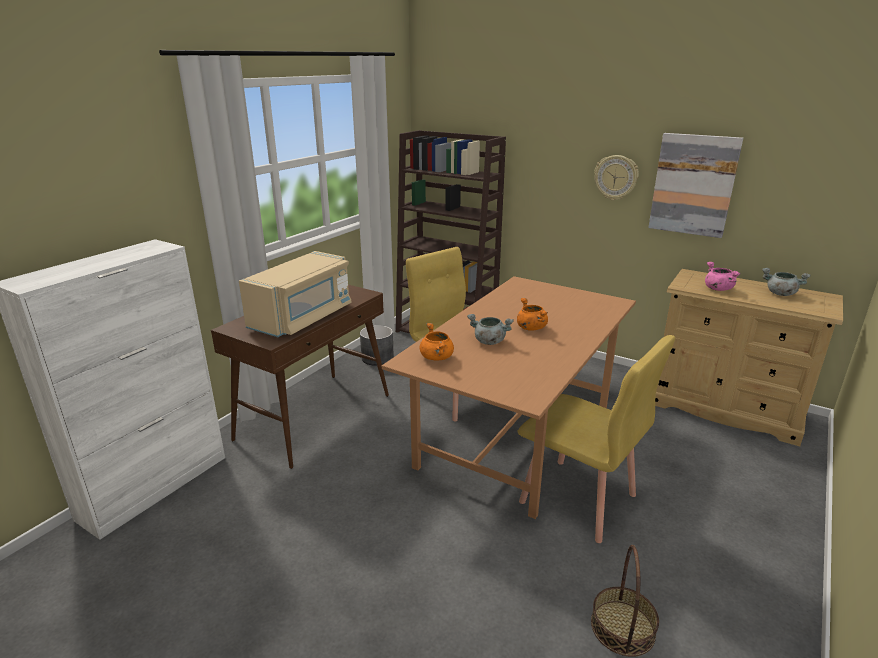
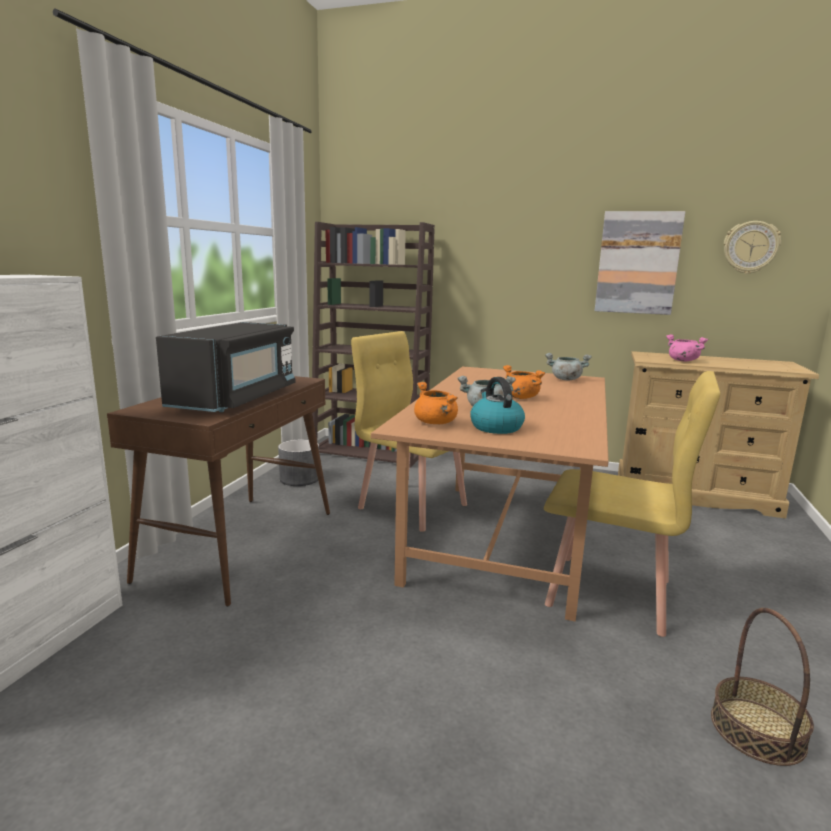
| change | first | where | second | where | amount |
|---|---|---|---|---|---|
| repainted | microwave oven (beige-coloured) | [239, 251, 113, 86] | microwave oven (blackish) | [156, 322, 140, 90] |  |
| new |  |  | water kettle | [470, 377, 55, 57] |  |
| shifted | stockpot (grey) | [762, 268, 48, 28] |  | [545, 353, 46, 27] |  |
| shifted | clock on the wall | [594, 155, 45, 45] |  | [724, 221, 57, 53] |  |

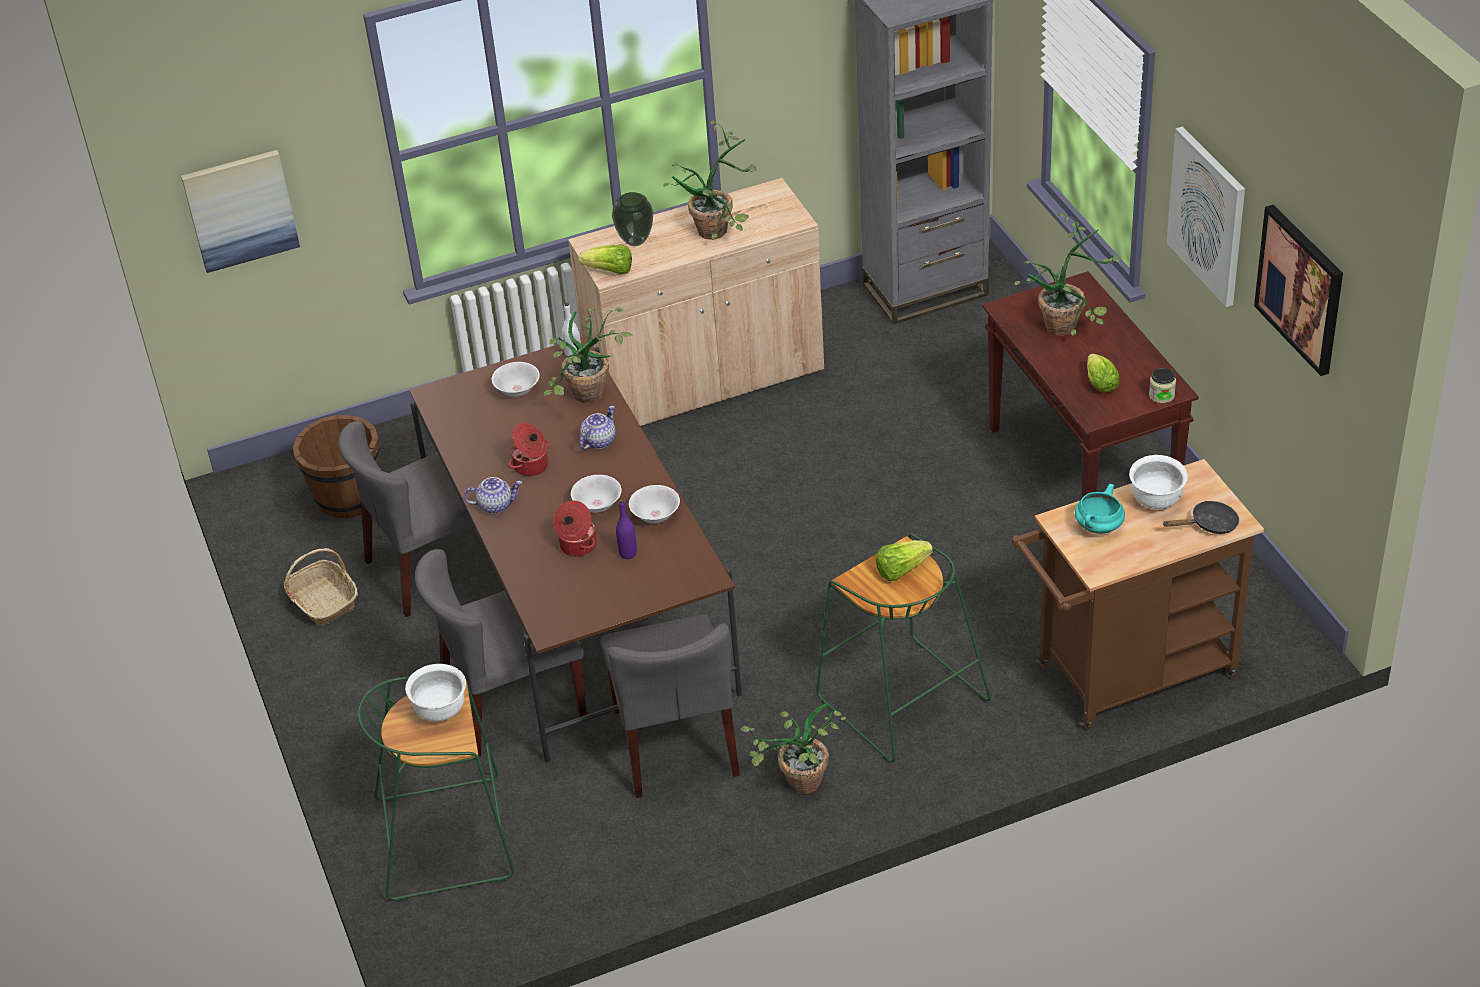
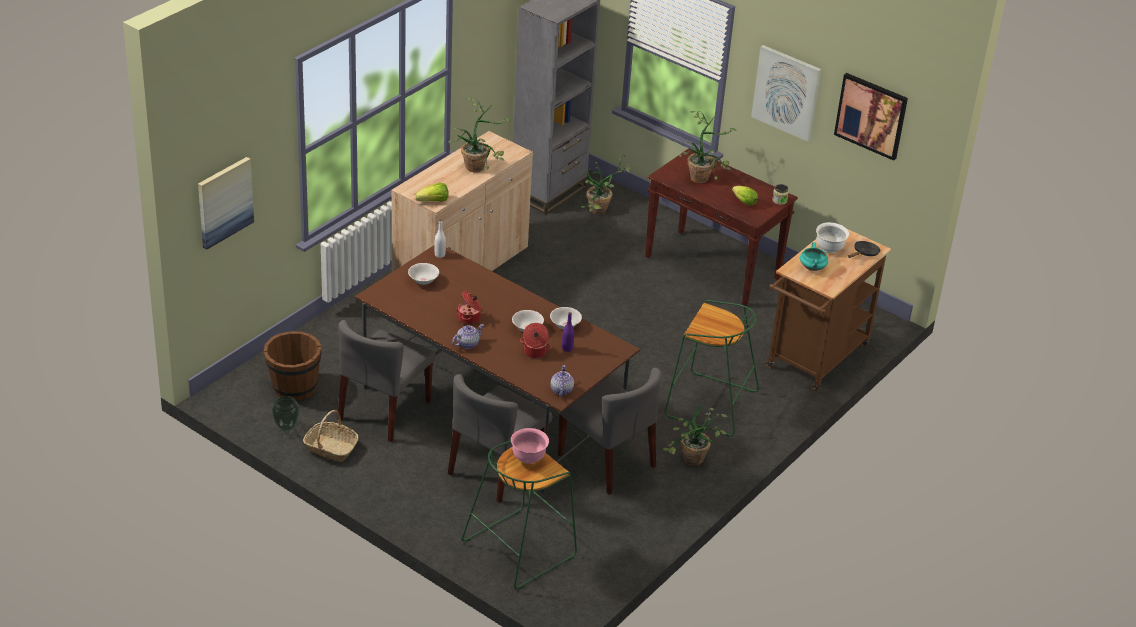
| change | first | where | second | where | amount |
|---|---|---|---|---|---|
| shifted | flower vase | [612, 192, 41, 54] |  | [271, 396, 29, 36] |  |
| repainted | deep dish (white-coloured) | [405, 664, 61, 57] | deep dish (pink) | [511, 428, 38, 36] |  |
| shifted | tea pot | [579, 406, 37, 44] |  | [551, 365, 23, 32] |  |
| shifted | houseplant | [544, 307, 88, 96] |  | [581, 155, 52, 60] |  |
| gone | lettuce head | [876, 540, 57, 41] |  |  |  |

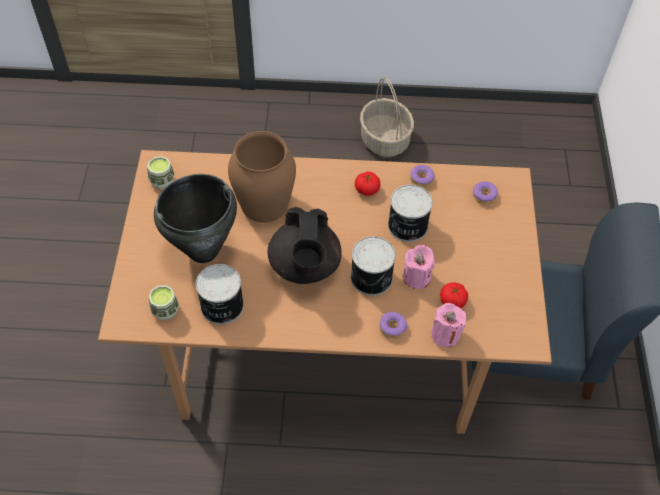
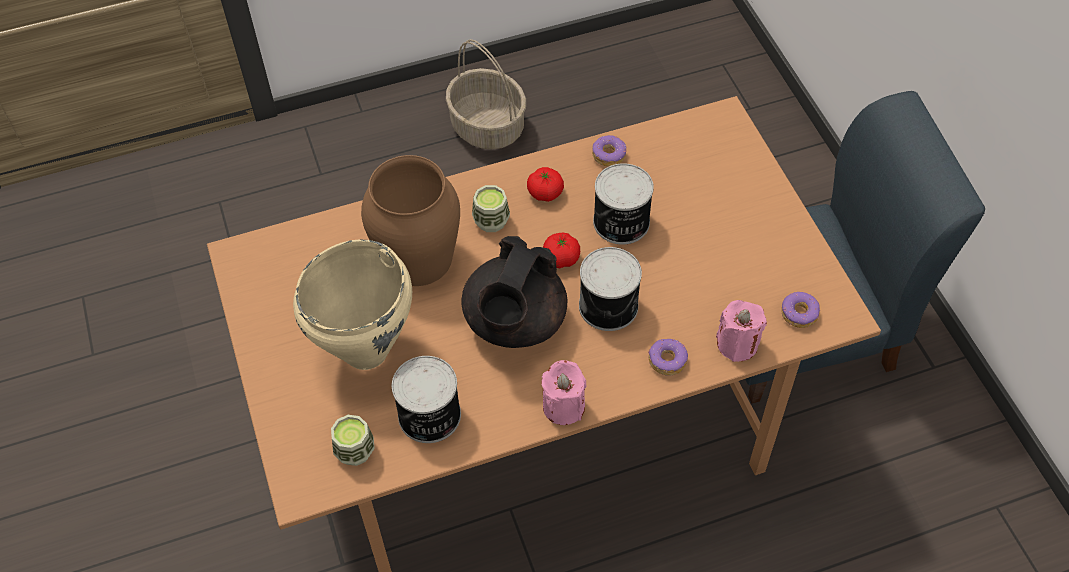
| change | first | where | second | where | amount |
|---|---|---|---|---|---|
| repainted | stockpot (blackish) | [154, 174, 83, 89] | stockpot (beige-coloured) | [293, 240, 119, 130] |  |
| rotated | tea pot (blackish) | [268, 207, 74, 77] |  | [462, 236, 105, 112] | 45 degrees clockwise |
| shifted | drinking cup | [147, 156, 28, 34] |  | [472, 185, 38, 47] |  |
| shifted | wax light (pink) | [403, 245, 32, 44] |  | [542, 360, 45, 65] |  |
| shifted | whole tomato | [440, 282, 28, 26] |  | [543, 233, 37, 35] |  |
| shifted | doughnut | [473, 181, 25, 23] |  | [781, 292, 40, 36] |  |

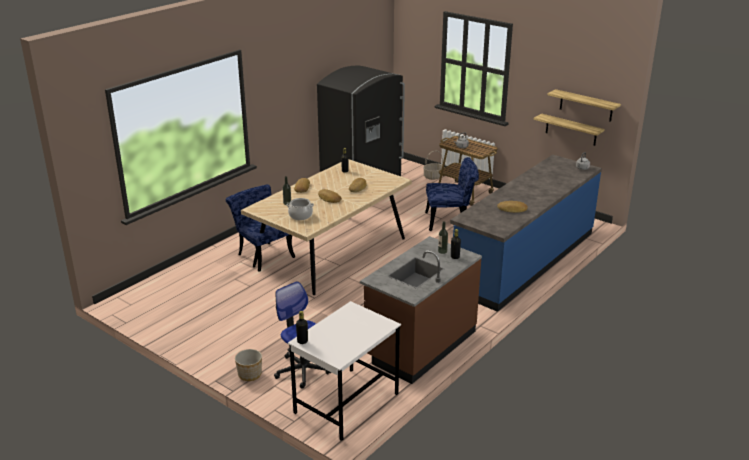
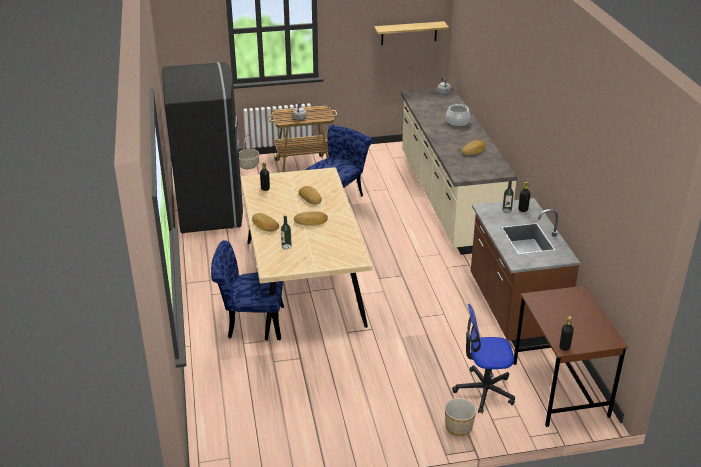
| change | first | where | second | where | amount |
|---|---|---|---|---|---|
| repainted | kitchen base unit (blue) | [450, 155, 152, 157] | kitchen base unit (beige-coloured) | [401, 87, 116, 168] |  |
| shifted | stockpot | [287, 198, 27, 22] |  | [446, 104, 24, 22] |  |
| repainted | desk (white-coloured) | [288, 301, 113, 140] | desk (brown-coloured) | [513, 286, 115, 141] |  |
| gone | wall shelf | [533, 114, 72, 32] |  |  |  |

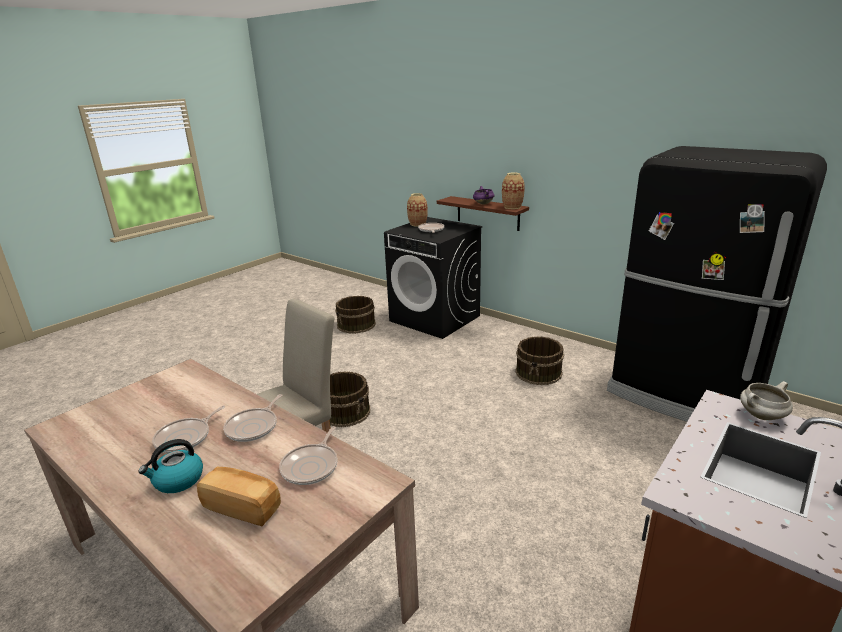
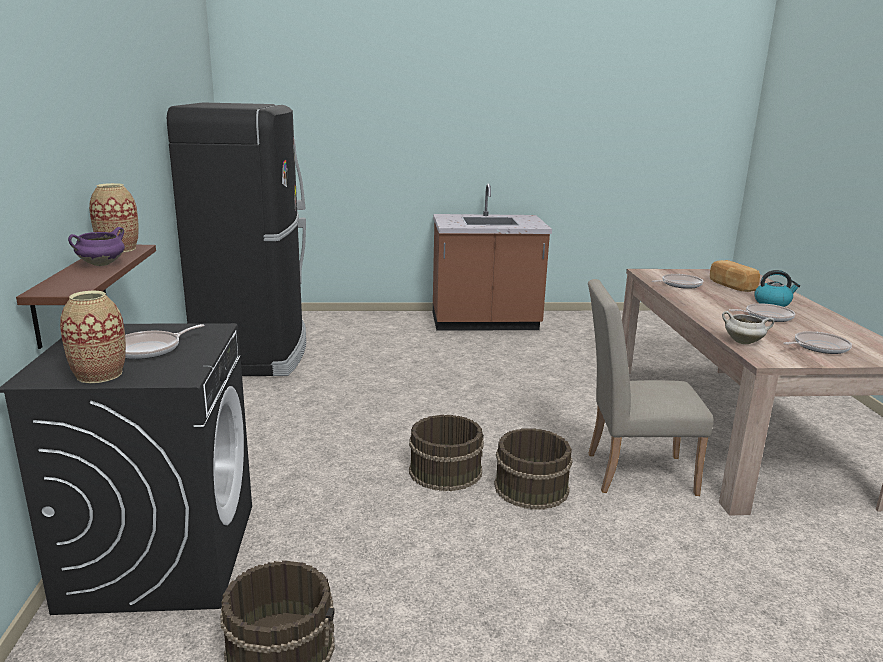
| change | first | where | second | where | amount |
|---|---|---|---|---|---|
| shifted | bucket (brown-coloured) | [515, 336, 49, 49] |  | [409, 415, 75, 76] |  |
| shifted | stockpot (white-coloured) | [740, 381, 53, 39] |  | [722, 311, 52, 33] |  |
| shifted | pan | [223, 394, 59, 48] |  | [783, 331, 69, 23] |  |

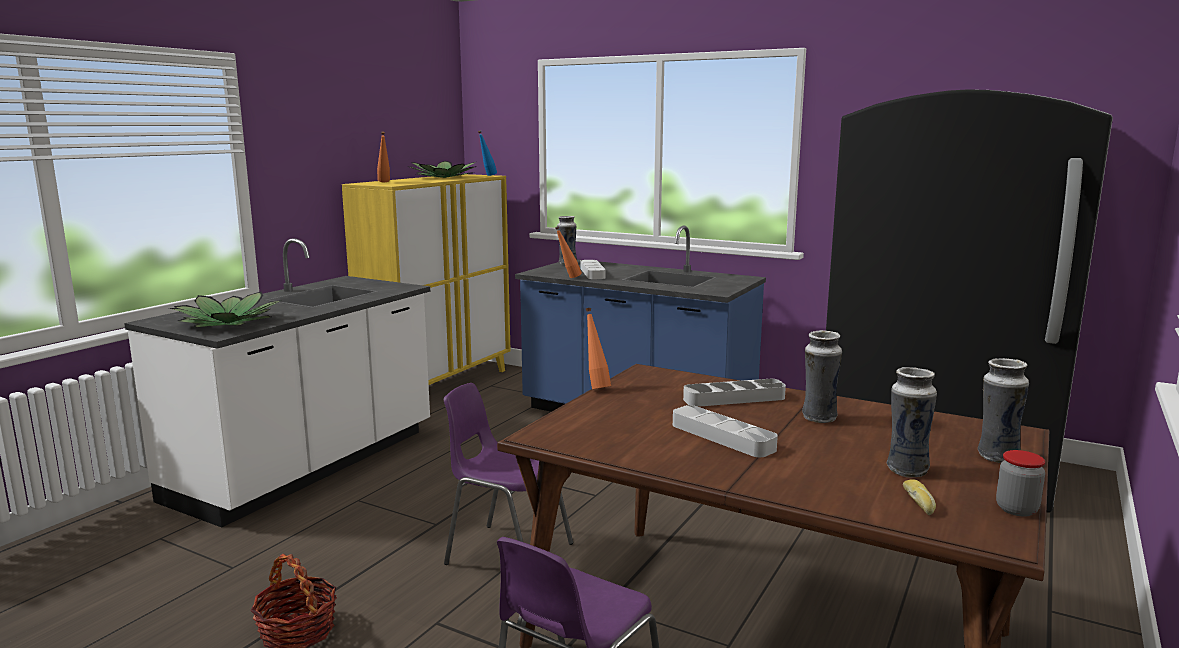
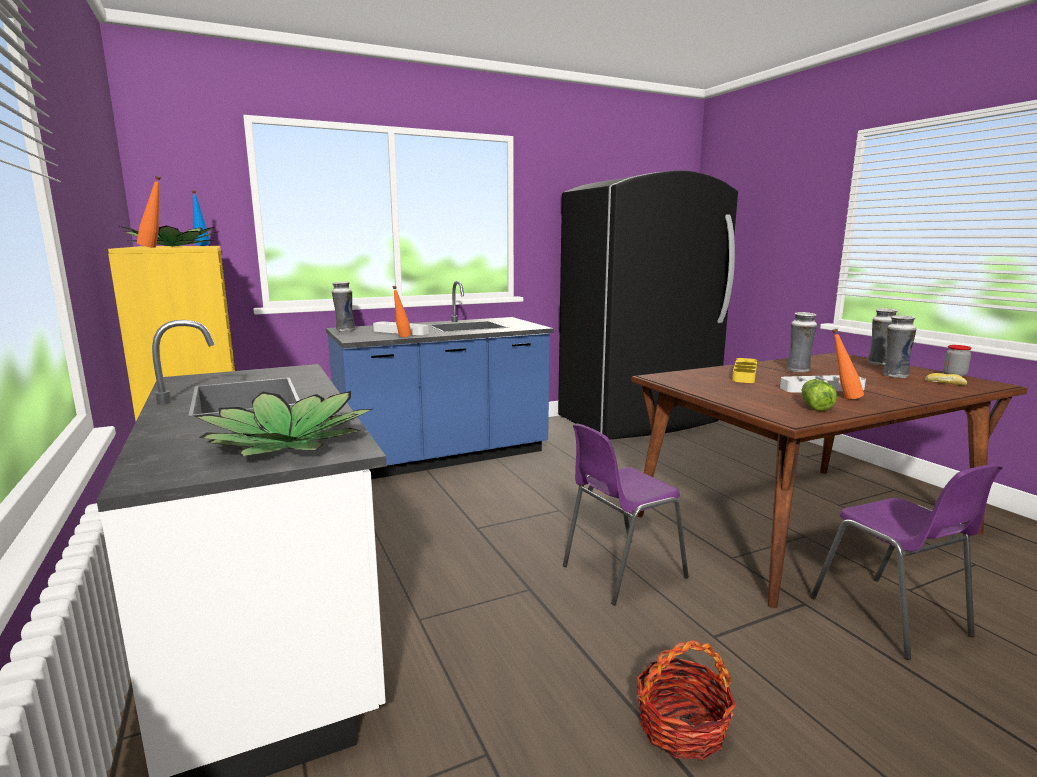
| change | first | where | second | where | amount |
|---|---|---|---|---|---|
| repainted | serving tray (grey) | [683, 379, 103, 28] | serving tray (yellowish) | [732, 358, 25, 25] |  |
| new |  |  | lettuce head | [802, 379, 35, 32] |  |
| shifted | bottle (orangey) | [586, 308, 25, 81] |  | [832, 329, 32, 70] |  |

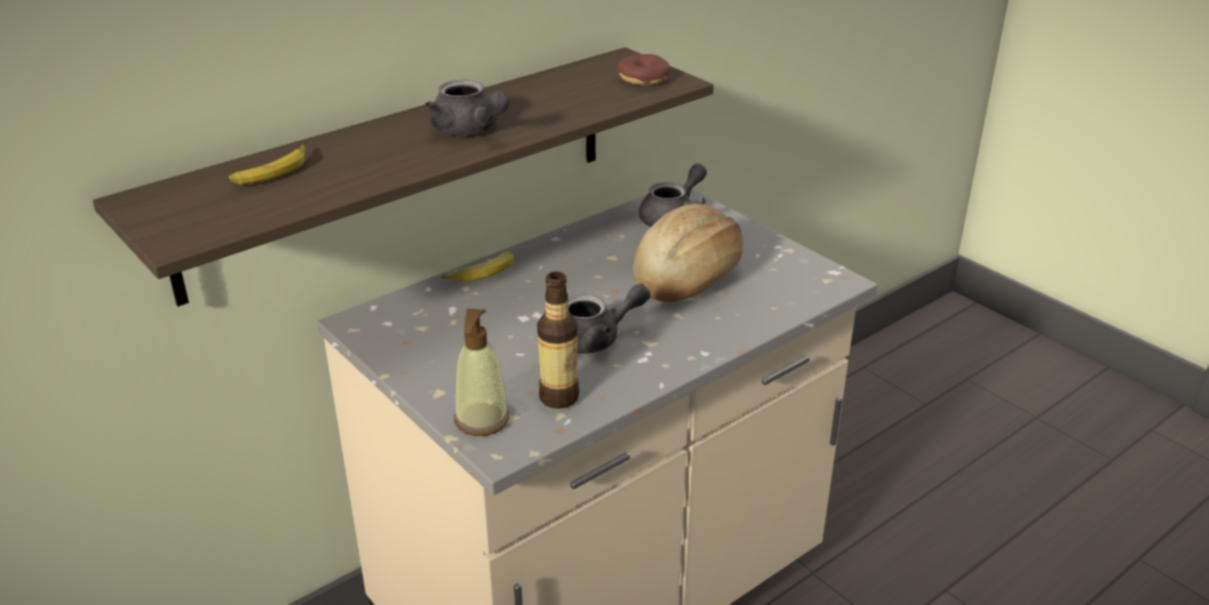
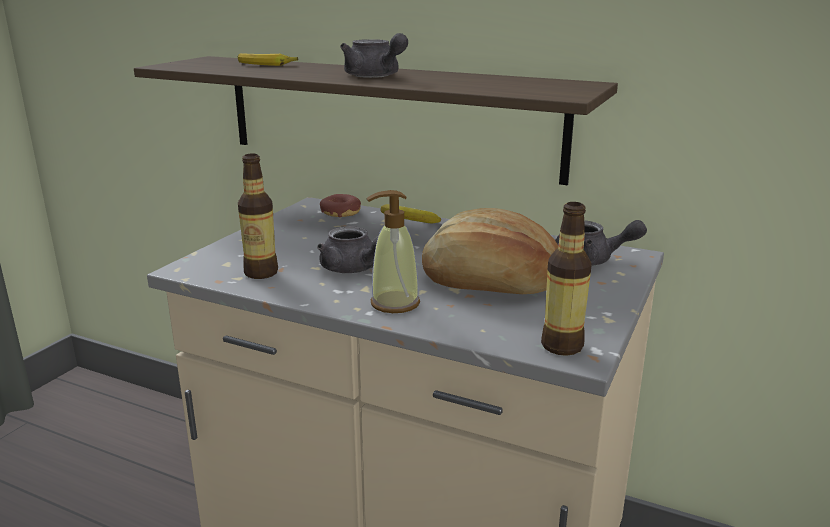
| change | first | where | second | where | amount |
|---|---|---|---|---|---|
| shifted | doughnut | [617, 54, 54, 31] |  | [320, 194, 41, 23] |  |
| rotated | tea pot (grey) | [425, 80, 84, 55] |  | [340, 33, 68, 45] | 60 degrees counterclockwise |
| shifted | soap dispenser | [454, 309, 55, 127] |  | [366, 190, 54, 123] |  |
| new |  |  | bottle | [541, 202, 51, 154] |  |

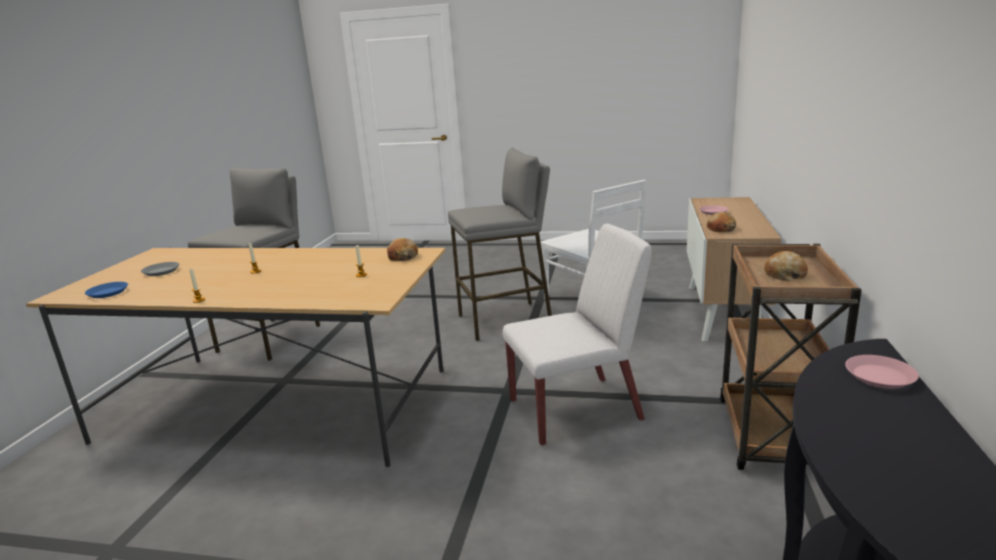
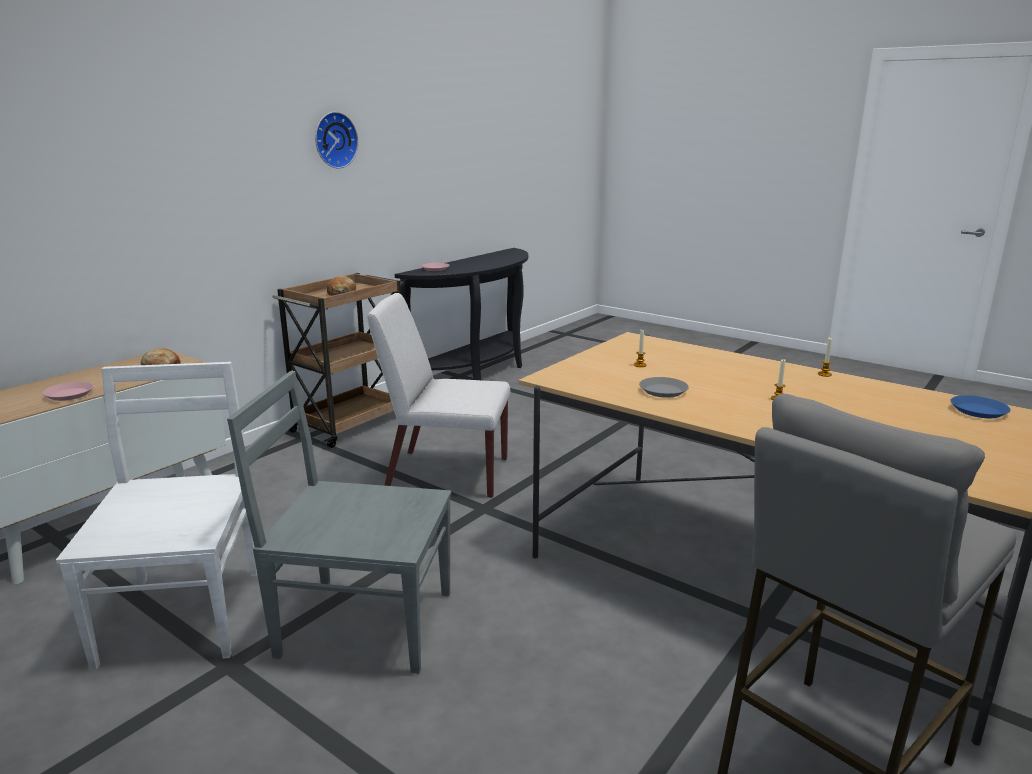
| change | first | where | second | where | amount |
|---|---|---|---|---|---|
| swapped | stool (grey) | [448, 148, 104, 193] | plain chair (grey) | [227, 371, 224, 303] |  |
| new |  |  | clock on the wall | [315, 112, 43, 56] |  |
| shifted | dinner plate (grey) | [141, 262, 38, 14] |  | [639, 377, 50, 21] |  |
| gone | bread | [387, 238, 31, 23] |  |  |  |

